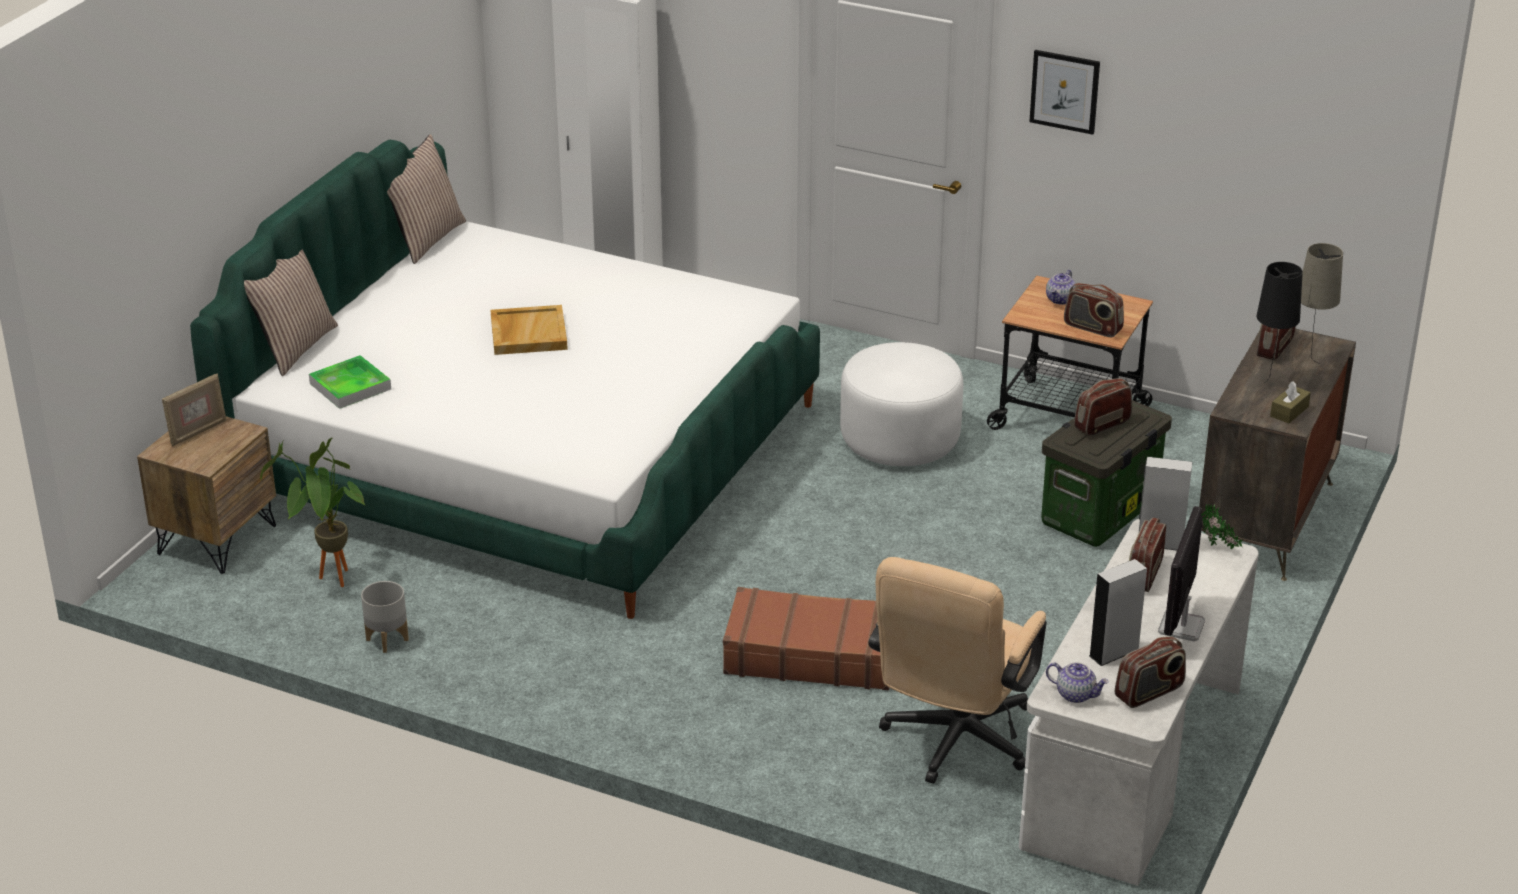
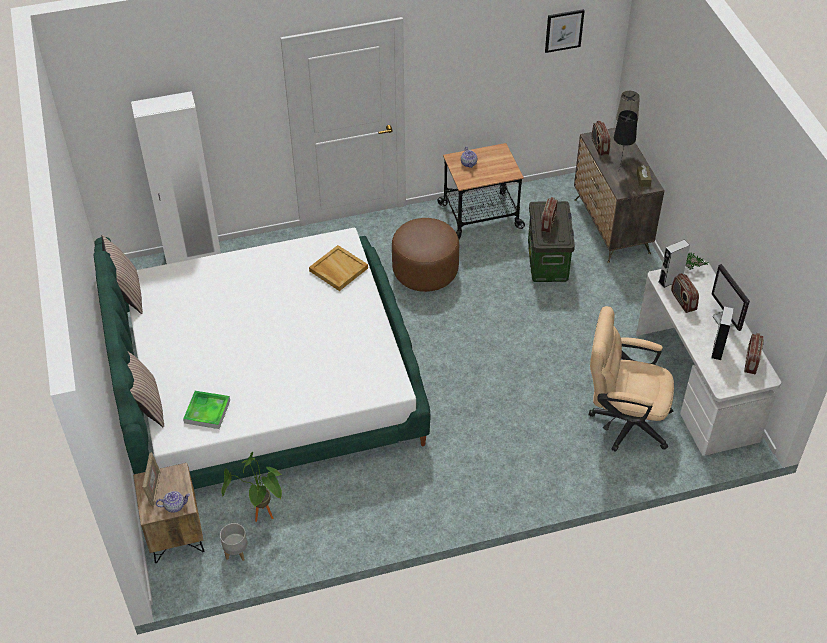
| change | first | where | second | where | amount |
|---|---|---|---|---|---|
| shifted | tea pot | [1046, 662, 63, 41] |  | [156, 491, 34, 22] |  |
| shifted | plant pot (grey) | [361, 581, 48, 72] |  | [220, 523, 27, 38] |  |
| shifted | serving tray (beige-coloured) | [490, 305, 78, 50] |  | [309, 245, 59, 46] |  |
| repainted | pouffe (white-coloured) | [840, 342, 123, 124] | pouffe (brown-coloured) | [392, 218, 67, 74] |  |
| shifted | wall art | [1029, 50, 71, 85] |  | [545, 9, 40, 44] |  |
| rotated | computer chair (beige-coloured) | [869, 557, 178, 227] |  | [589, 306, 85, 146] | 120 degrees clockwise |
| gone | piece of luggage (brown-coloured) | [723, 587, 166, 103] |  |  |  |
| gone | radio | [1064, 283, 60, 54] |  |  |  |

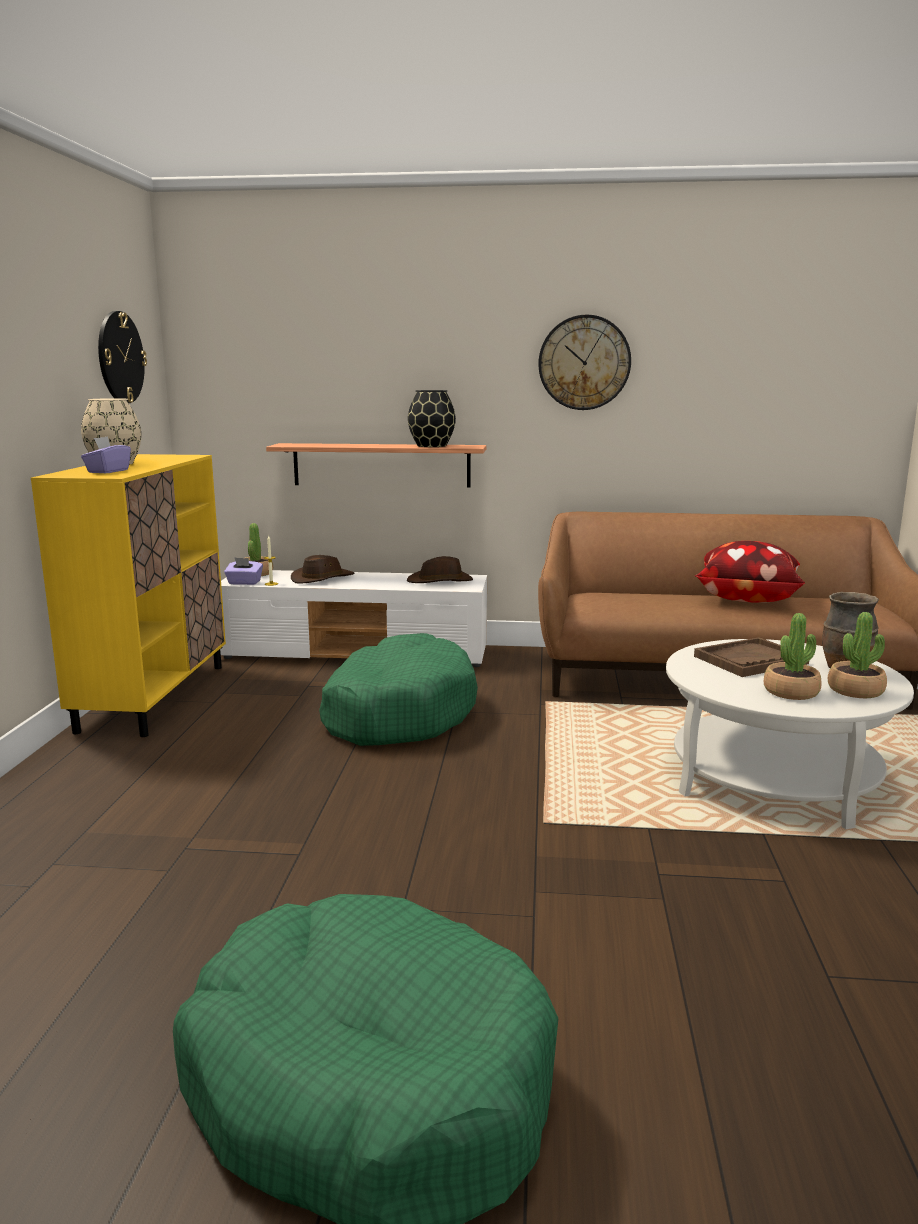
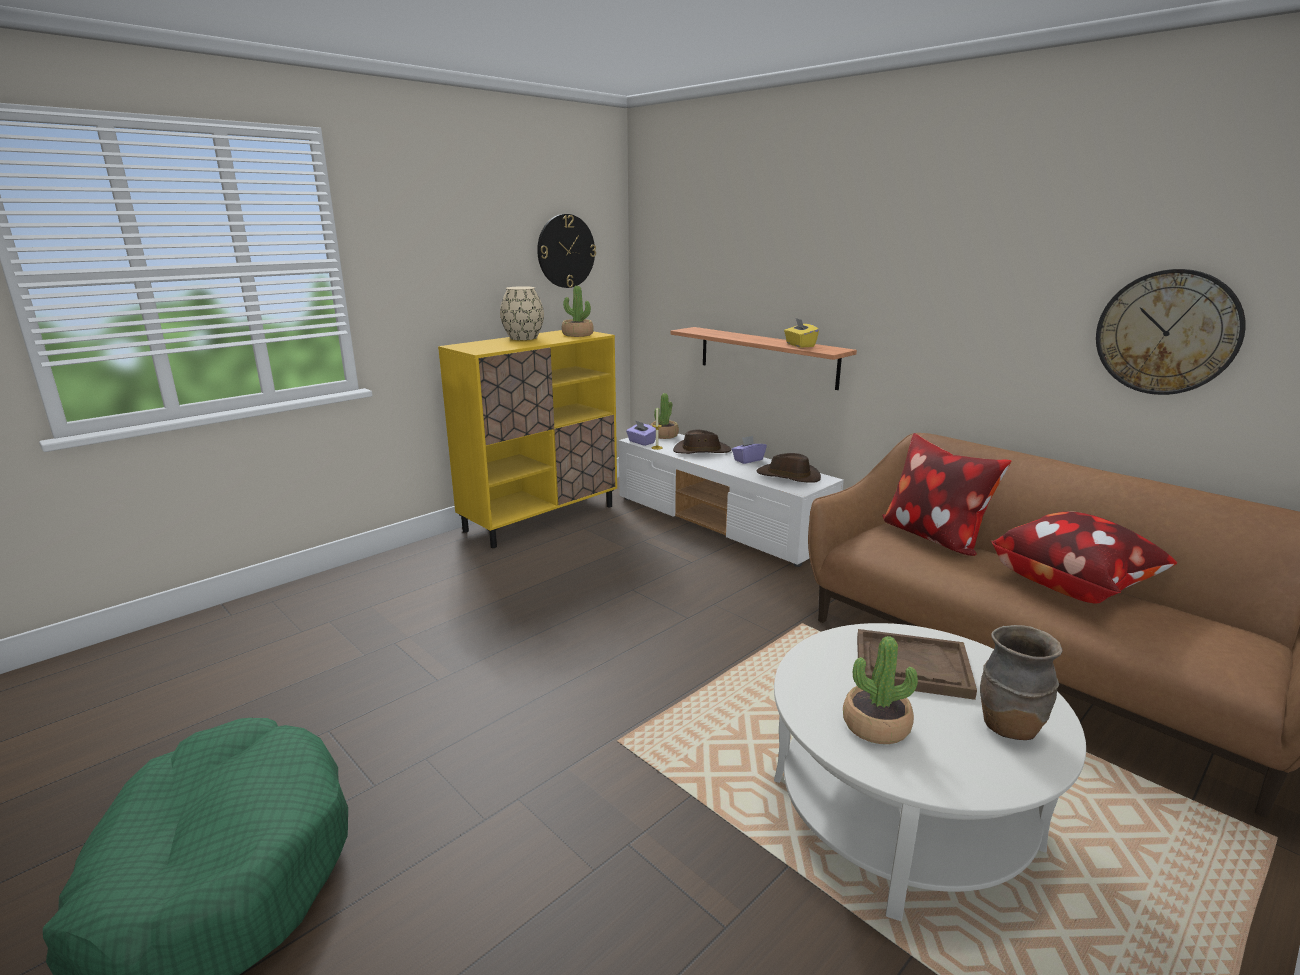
| change | first | where | second | where | amount |
|---|---|---|---|---|---|
| shifted | houseplant | [828, 612, 59, 86] |  | [562, 286, 32, 51] |  |
| shifted | tissue holder (purple) | [81, 436, 50, 37] |  | [732, 436, 35, 28] |  |
| swapped | flower vase (blackish) | [408, 390, 48, 57] | tissue holder (yellowish) | [784, 318, 35, 30] |  |
| new |  |  | pillow | [882, 433, 129, 123] |  |
| shifted | clock on the wall | [538, 315, 93, 95] |  | [1096, 269, 150, 126] |  |
| gone | pet bed (green) | [319, 633, 159, 113] |  |  |  |

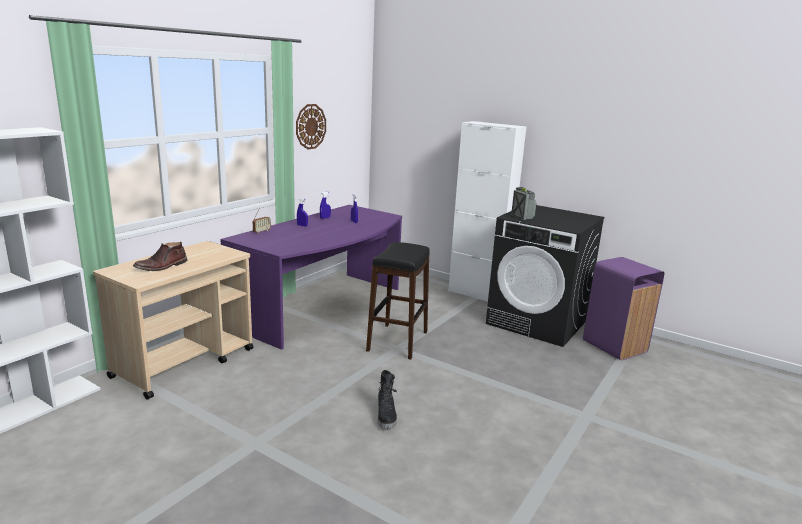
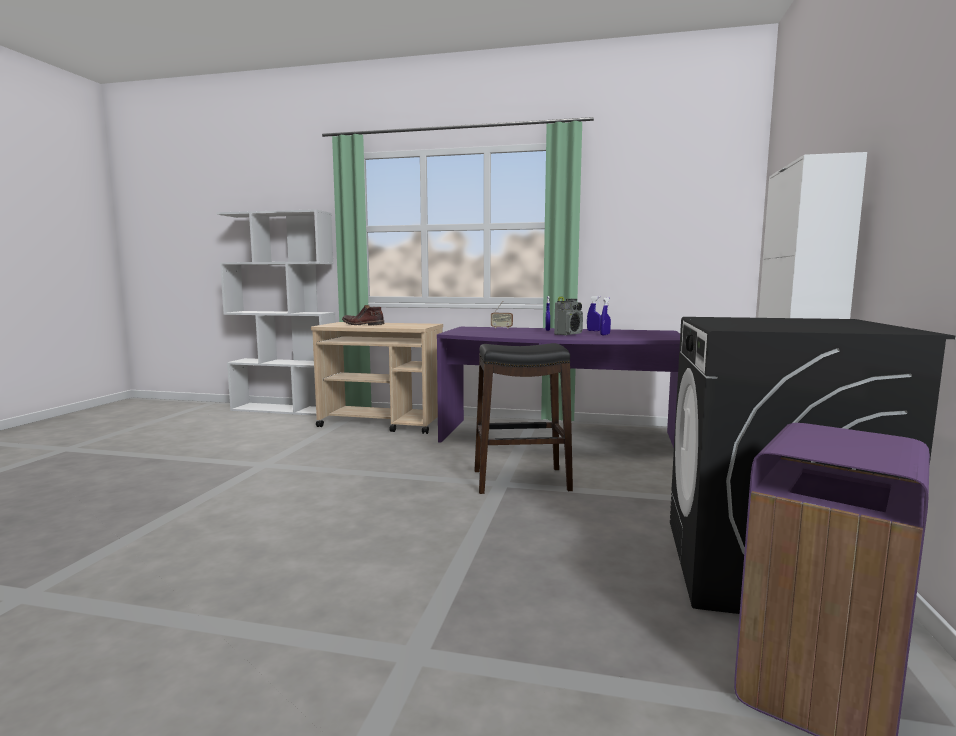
| change | first | where | second | where | amount |
|---|---|---|---|---|---|
| shifted | radio | [511, 187, 26, 33] |  | [554, 297, 29, 38] |  |
| gone | clock on the wall | [296, 104, 30, 45] |  |  |  |
| gone | tall boot (blackish) | [378, 370, 19, 59] |  |  |  |

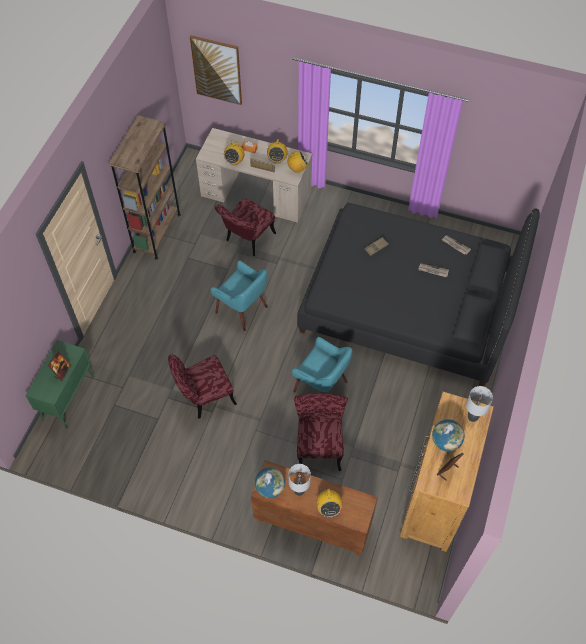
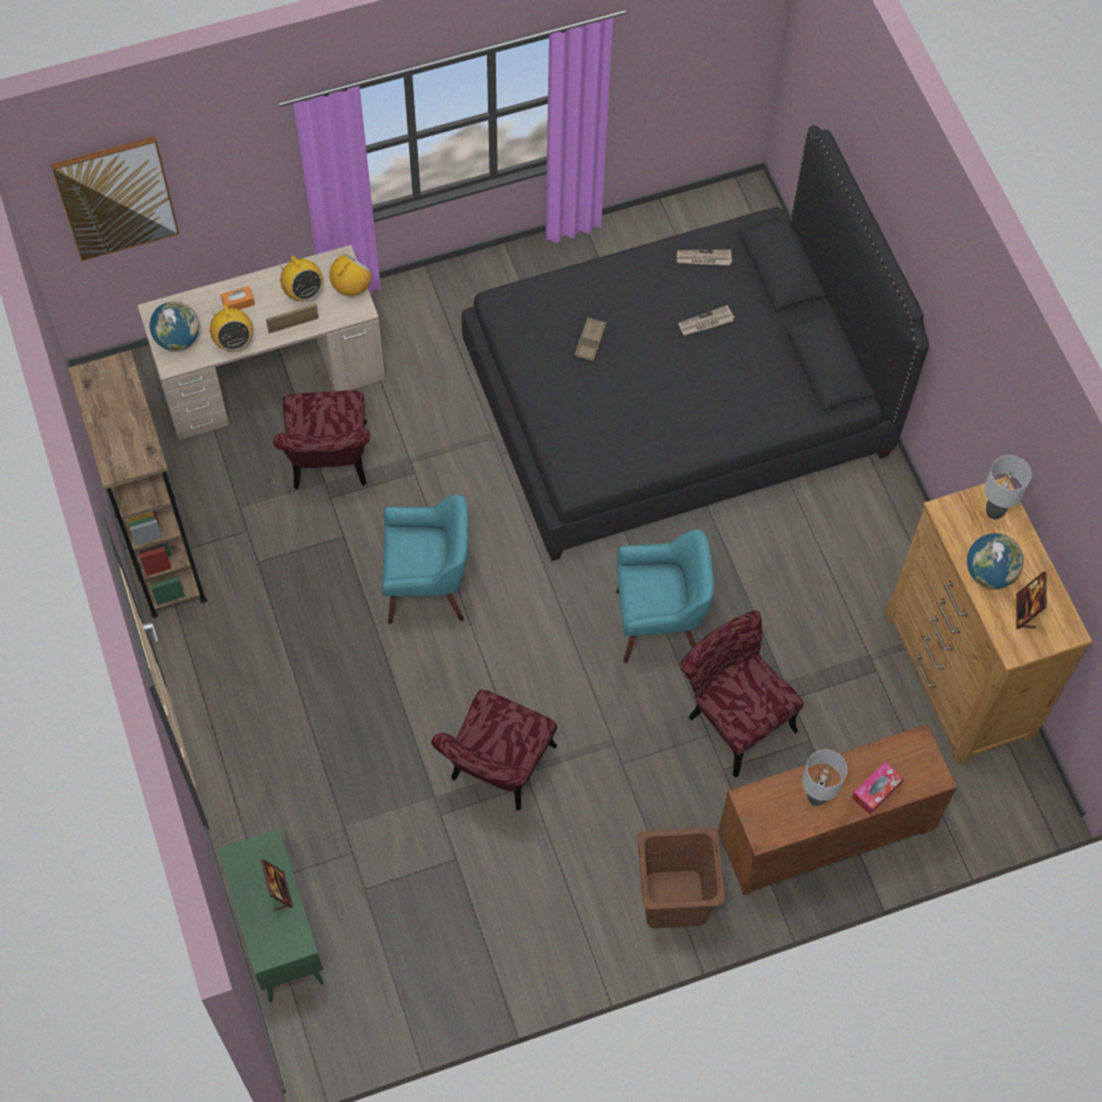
| change | first | where | second | where | amount |
|---|---|---|---|---|---|
| shifted | globe | [255, 467, 30, 31] |  | [150, 301, 50, 50] |  |
| new |  |  | laundry basket (brown-coloured) | [637, 827, 88, 101] |  |
| swapped | radio | [316, 487, 27, 30] | tissue holder | [852, 761, 52, 54] |  |

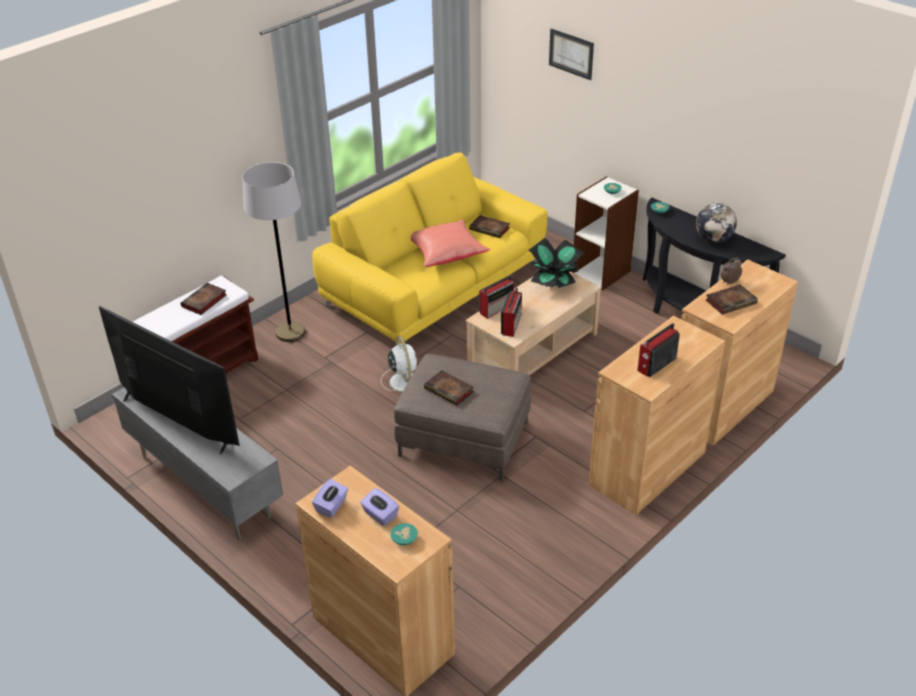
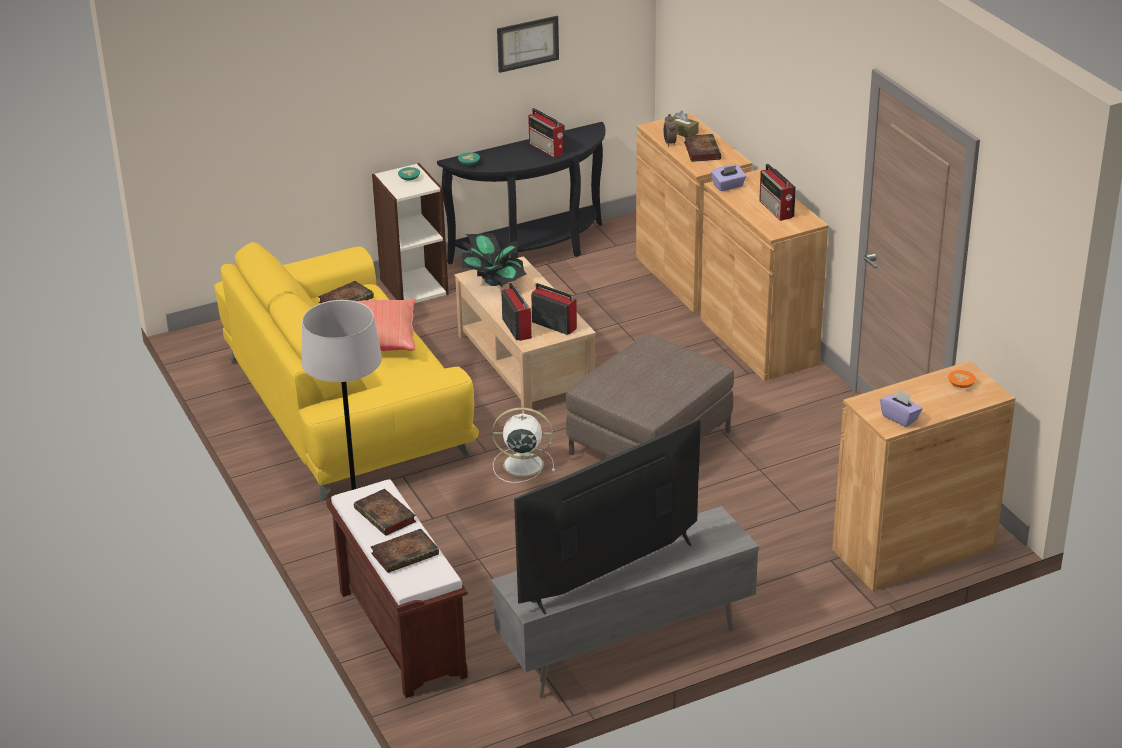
| change | first | where | second | where | amount |
|---|---|---|---|---|---|
| shifted | bound book | [424, 370, 50, 36] |  | [371, 529, 68, 44] |  |
| shifted | wall art | [549, 28, 45, 52] |  | [497, 16, 62, 57] |  |
| swapped | globe | [696, 203, 41, 40] | radio | [528, 108, 37, 50] |  |
| new |  |  | tissue holder (brown-coloured) | [673, 111, 26, 26] |  |
| shifted | tissue holder (purple) | [360, 488, 39, 38] |  | [711, 165, 35, 26] |  |
| repainted | deep dish (turquoise) | [390, 523, 28, 22] | deep dish (orangey) | [948, 370, 28, 18] |  |

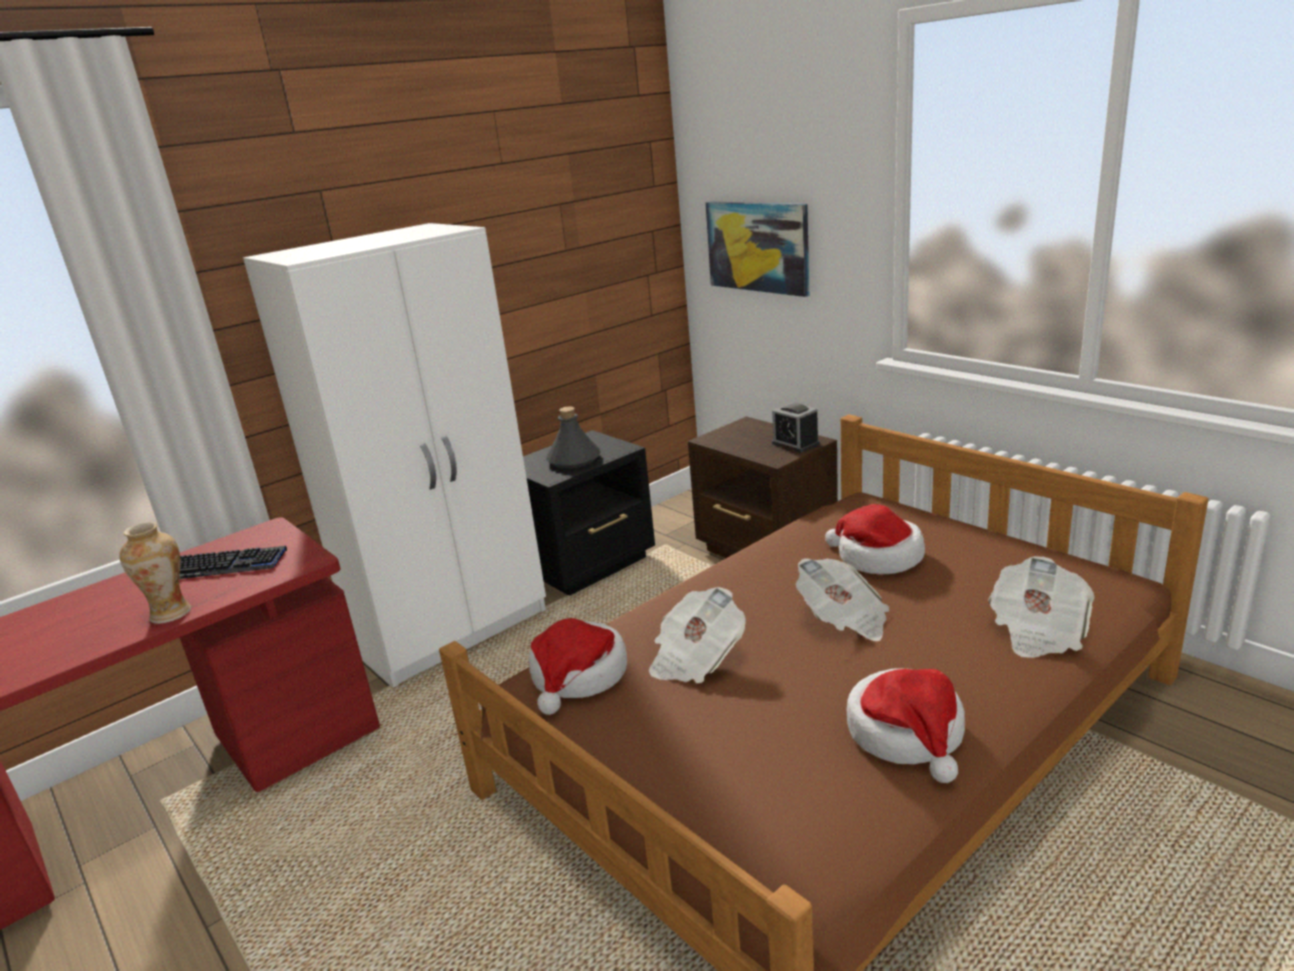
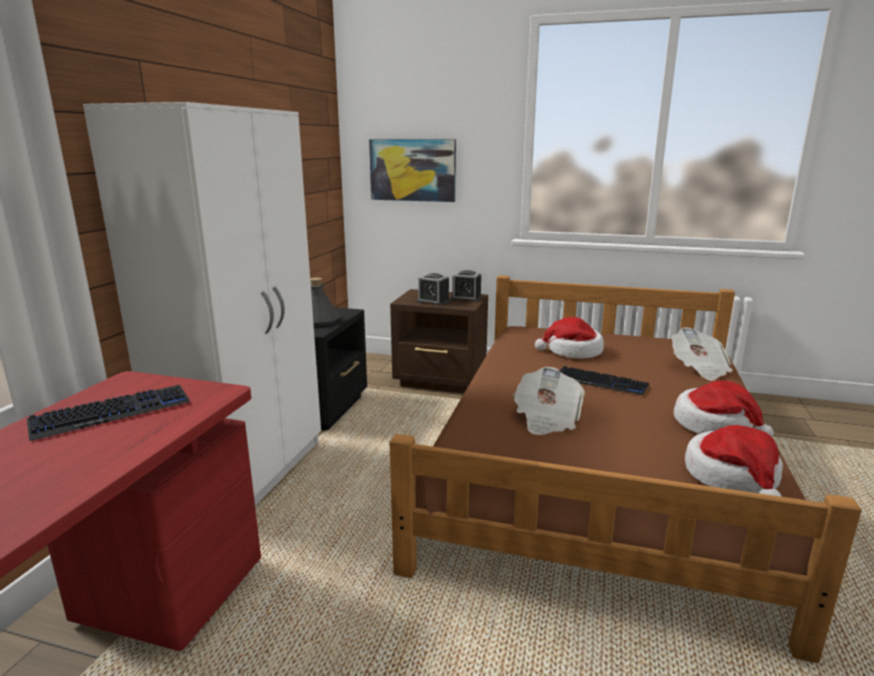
| change | first | where | second | where | amount |
|---|---|---|---|---|---|
| new |  |  | bedside clock | [417, 273, 33, 33] |  |
| swapped | daily paper | [796, 558, 93, 83] | keyboard | [560, 366, 89, 29] |  |
| shifted | hat | [528, 618, 99, 97] |  | [685, 425, 98, 72] |  |
| gone | flower vase | [119, 522, 72, 102] |  |  |  |

